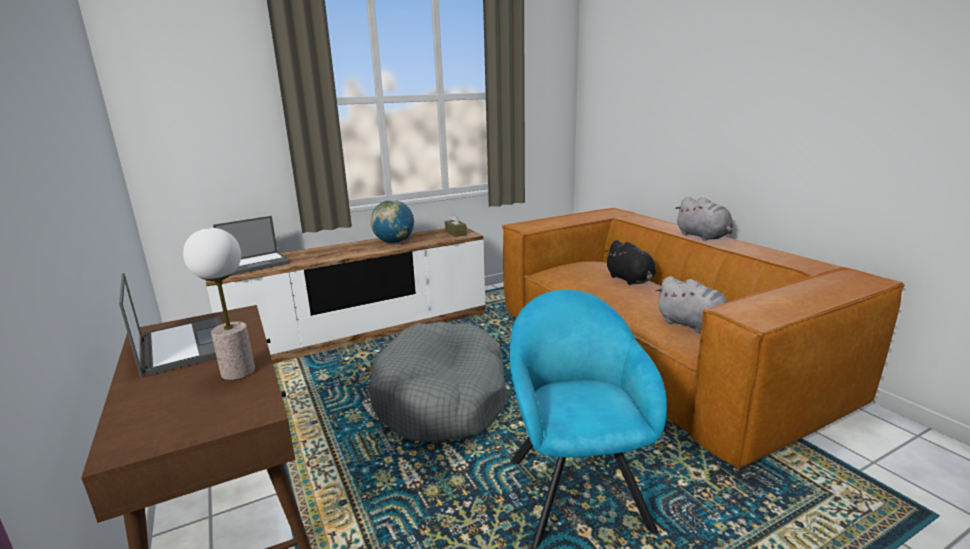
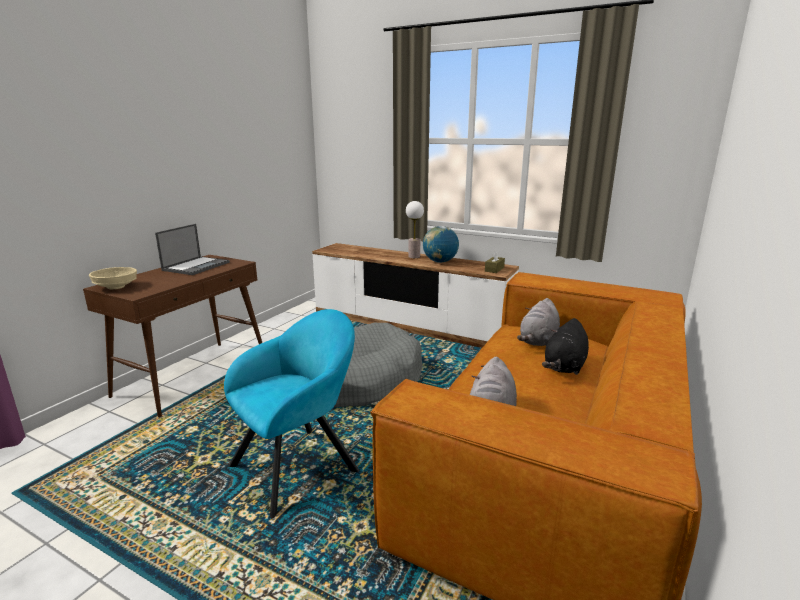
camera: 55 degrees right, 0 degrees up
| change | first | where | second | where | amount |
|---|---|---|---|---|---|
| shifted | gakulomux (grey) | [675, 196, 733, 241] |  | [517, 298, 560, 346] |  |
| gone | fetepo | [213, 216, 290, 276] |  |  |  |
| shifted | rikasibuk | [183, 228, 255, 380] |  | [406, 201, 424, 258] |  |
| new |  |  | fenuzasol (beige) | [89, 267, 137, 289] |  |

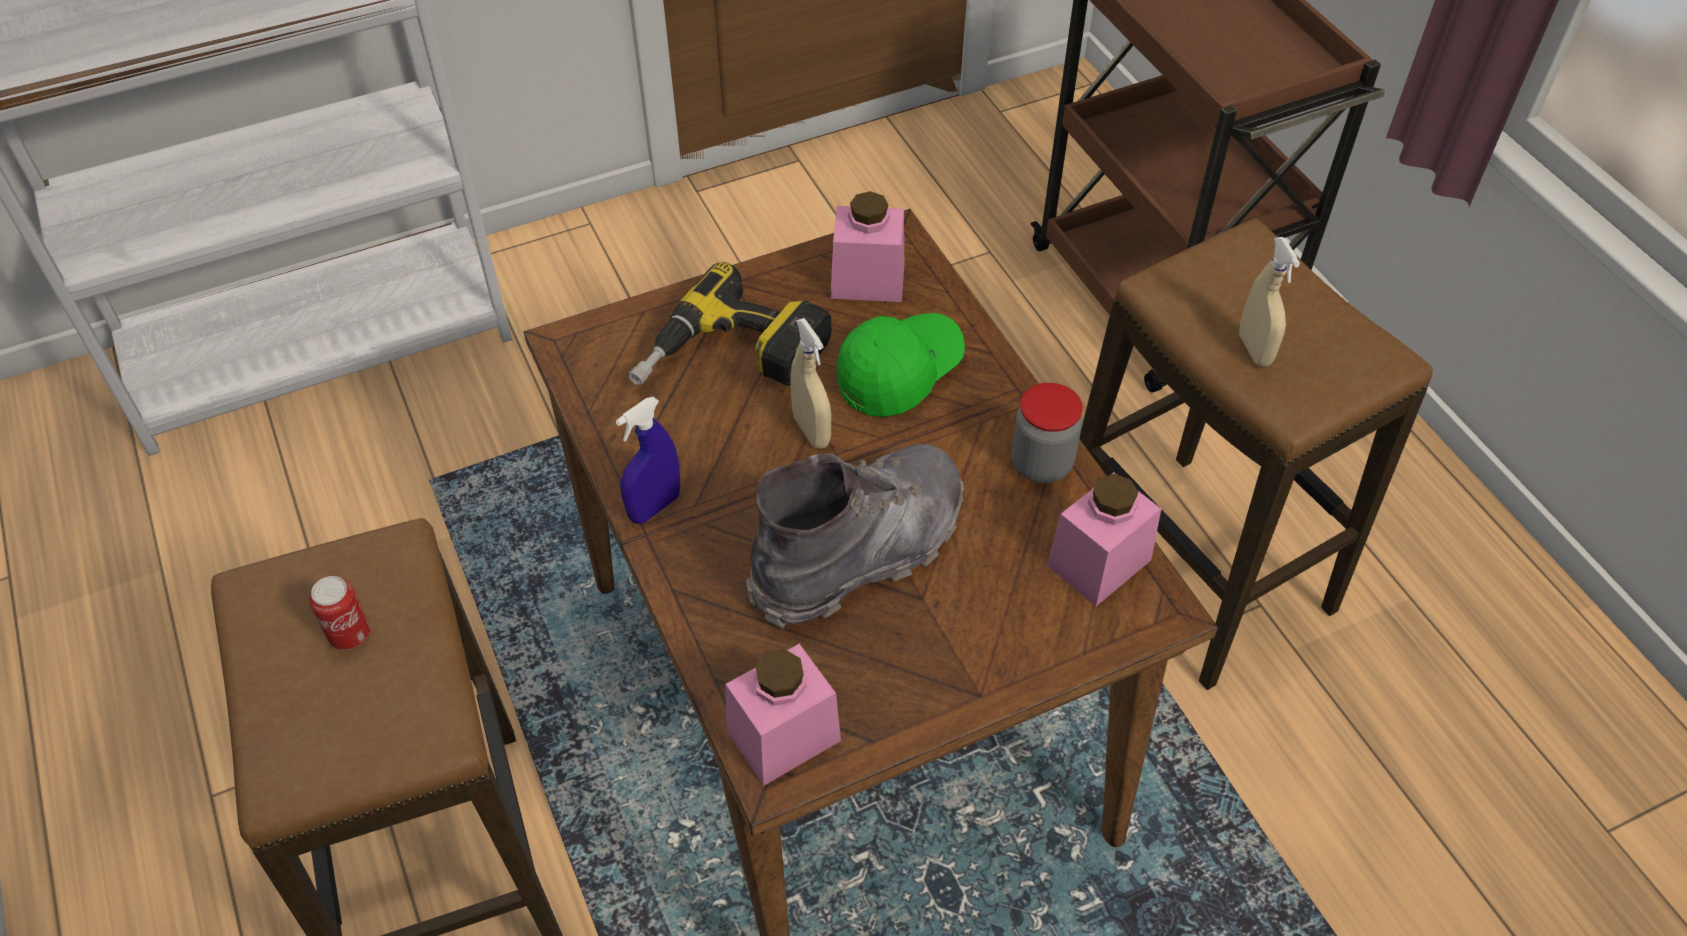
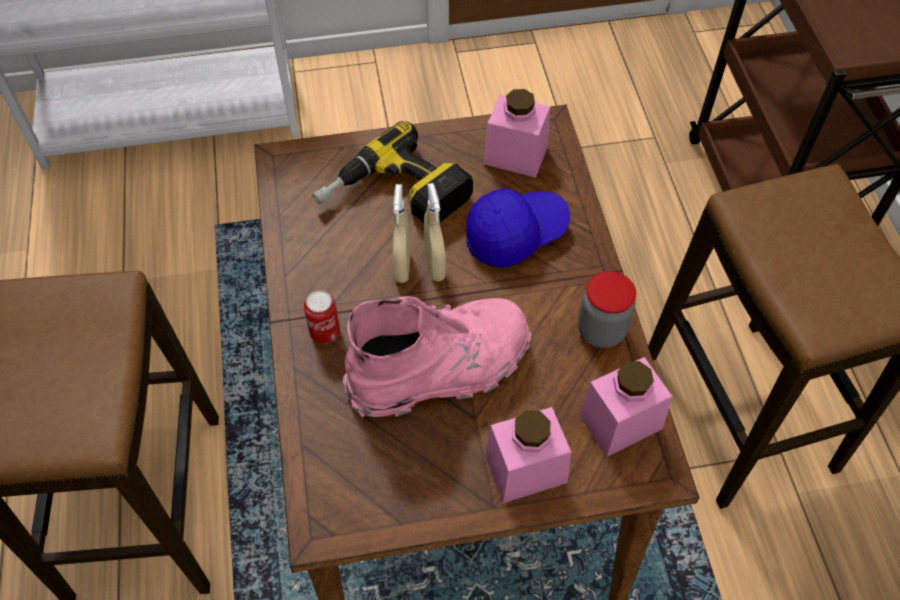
camera: 15 degrees right, 5 degrees up
| change | first | where | second | where | amount |
|---|---|---|---|---|---|
| shifted | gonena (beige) | [1239, 237, 1300, 367] |  | [393, 184, 411, 283] |  |
| repainted | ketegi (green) | [837, 313, 965, 417] | ketegi (blue) | [466, 188, 570, 267] |  |
| gone | gonena (blue) | [616, 397, 680, 524] |  |  |  |
| repainted | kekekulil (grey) | [746, 444, 964, 629] | kekekulil (pink) | [343, 296, 531, 418] |  |
| shifted | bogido | [309, 576, 370, 650] |  | [304, 291, 340, 344] |  |
| shifted | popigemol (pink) | [725, 644, 841, 786] |  | [485, 407, 571, 503] |  |

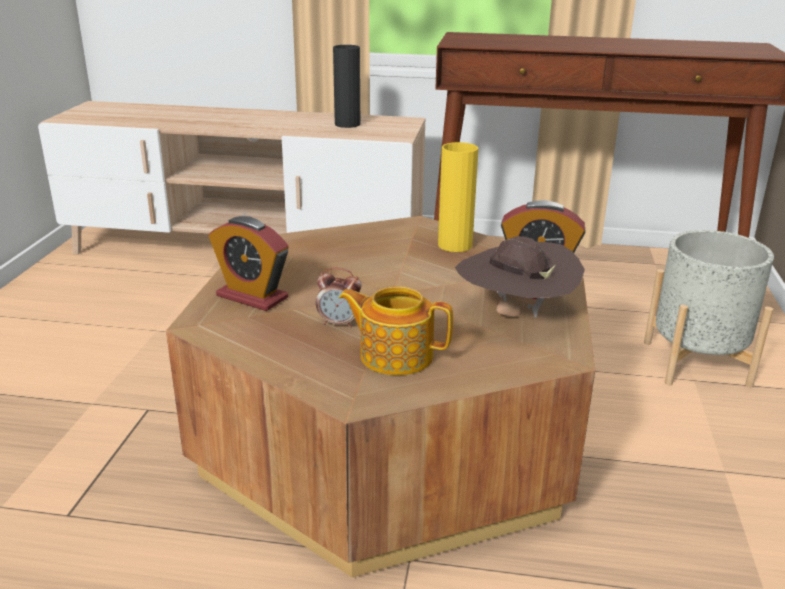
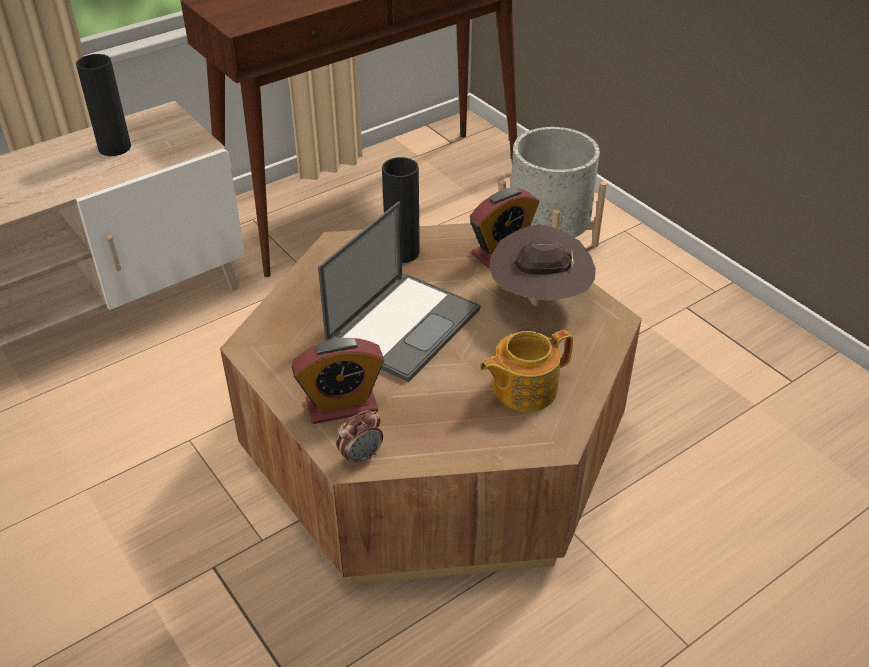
camera: 45 degrees left, 15 degrees up
| change | first | where | second | where | amount |
|---|---|---|---|---|---|
| repainted | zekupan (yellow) | [438, 142, 478, 252] | zekupan (black) | [382, 157, 420, 263] |  |
| shifted | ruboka | [316, 267, 362, 328] |  | [336, 410, 383, 467] |  |
| new |  |  | fetepo | [318, 201, 480, 382] |  |

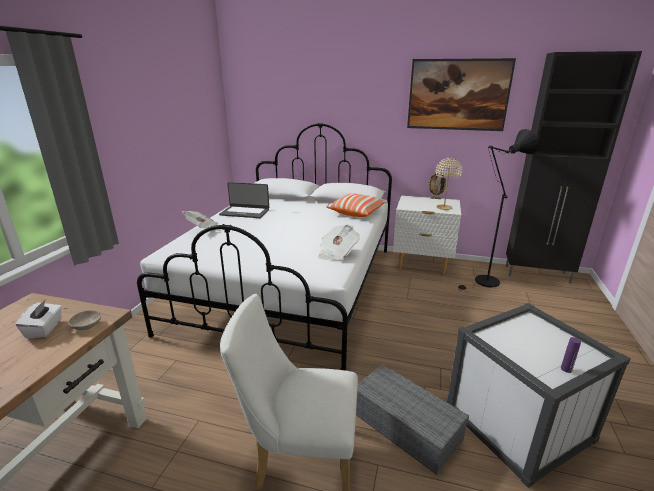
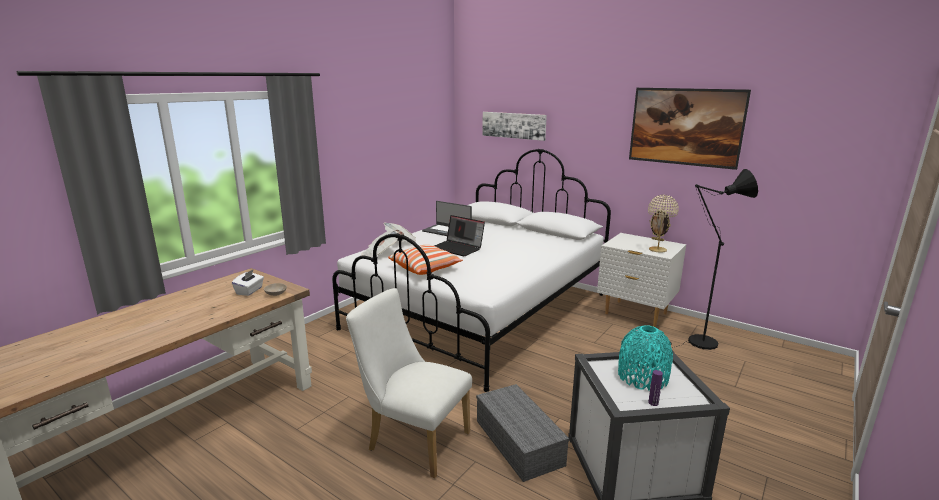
camera: 20 degrees right, 5 degrees down
| change | first | where | second | where | amount |
|---|---|---|---|---|---|
| gone | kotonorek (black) | [506, 51, 642, 284] |  |  |  |
| shifted | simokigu | [326, 193, 386, 217] |  | [388, 245, 463, 275] |  |
| shifted | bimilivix | [318, 225, 360, 260] |  | [361, 231, 398, 257] |  |
| new |  |  | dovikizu | [482, 112, 547, 141] |  |
| new |  |  | fetepo | [434, 215, 485, 256] |  |
| new |  |  | zekupan (turquoise) | [618, 325, 673, 391] |  |

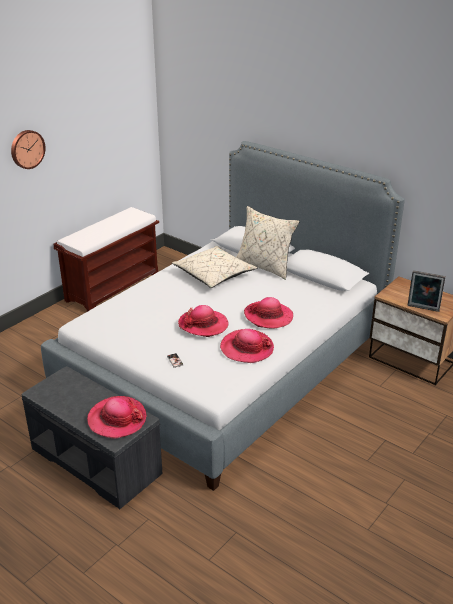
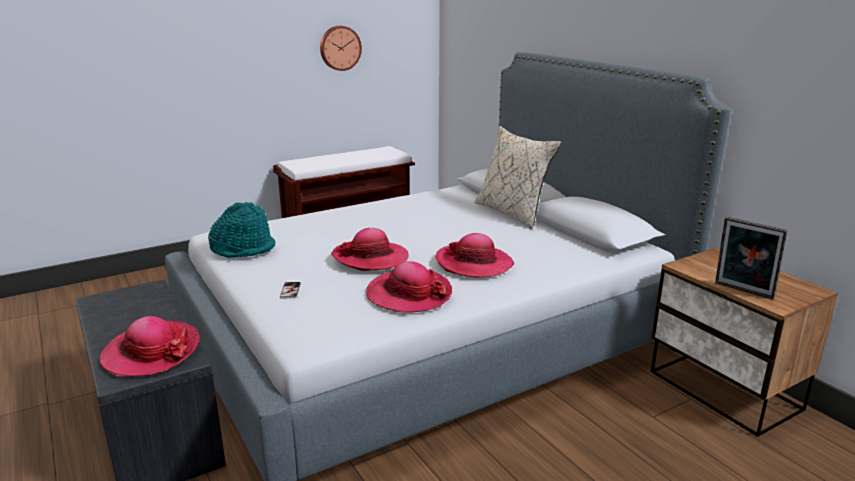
camera: 20 degrees right, 10 degrees down
| change | first | where | second | where | amount |
|---|---|---|---|---|---|
| shifted | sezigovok | [11, 130, 46, 169] |  | [320, 26, 362, 71] |  |
| gone | simokigu (beige) | [172, 246, 257, 288] |  |  |  |
| new |  |  | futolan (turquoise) | [208, 202, 275, 258] |  |

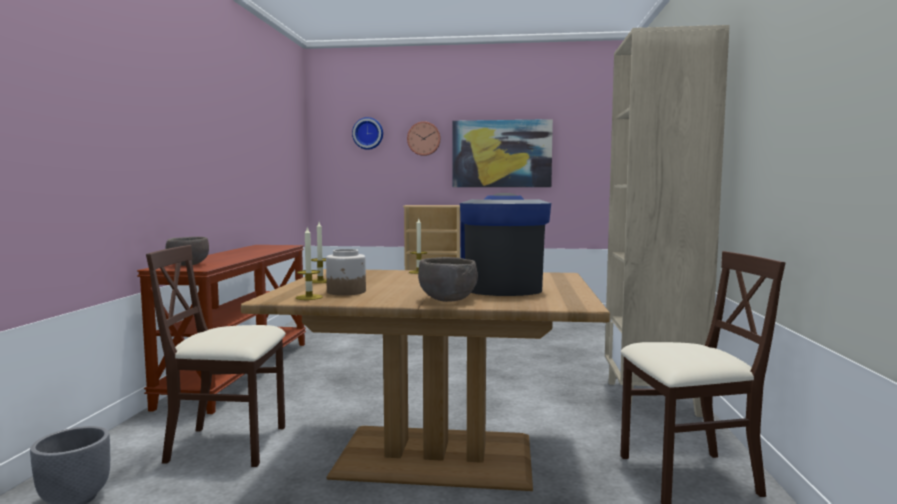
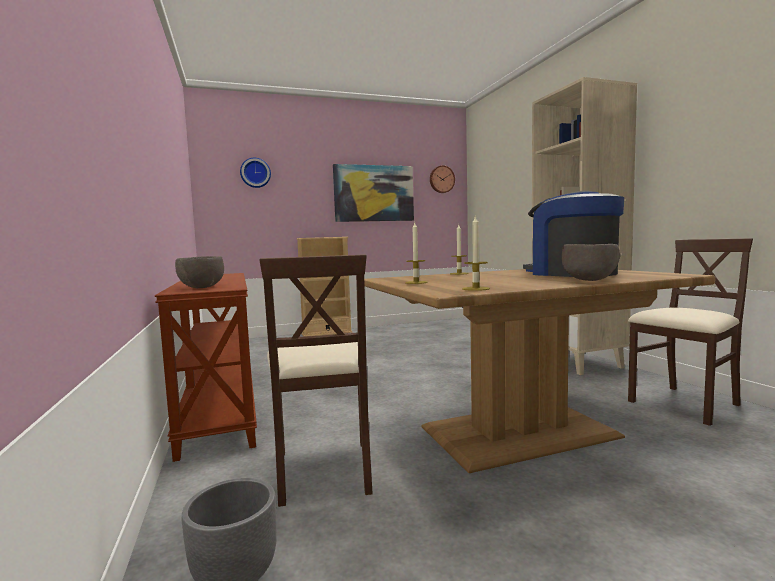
camera: 25 degrees left, 0 degrees up
| change | first | where | second | where | amount |
|---|---|---|---|---|---|
| shifted | sezigovok | [407, 121, 441, 156] |  | [430, 165, 455, 193] |  |
| rotated | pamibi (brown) | [146, 245, 286, 467] |  | [259, 254, 373, 507] | 75 degrees counterclockwise |
| gone | popigemol | [326, 249, 366, 296] |  |  |  |

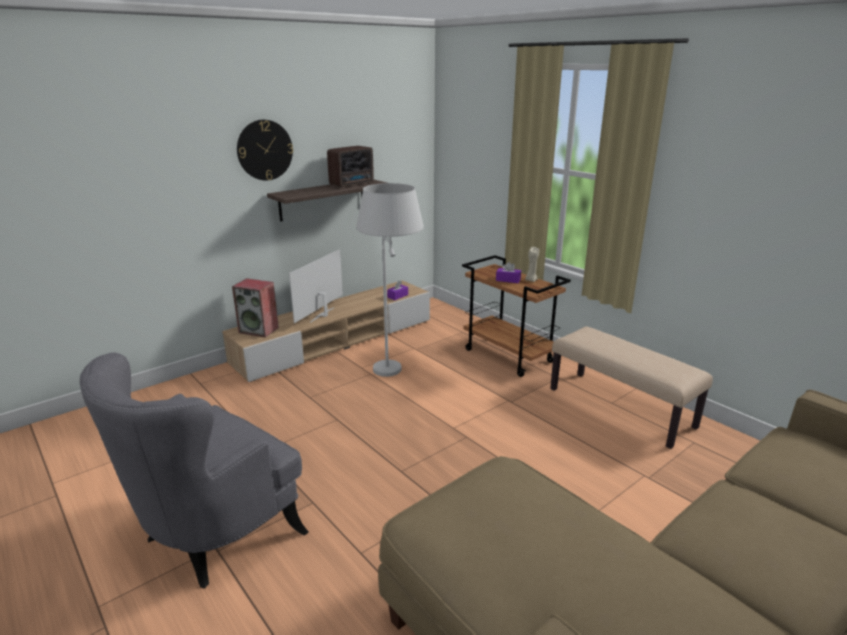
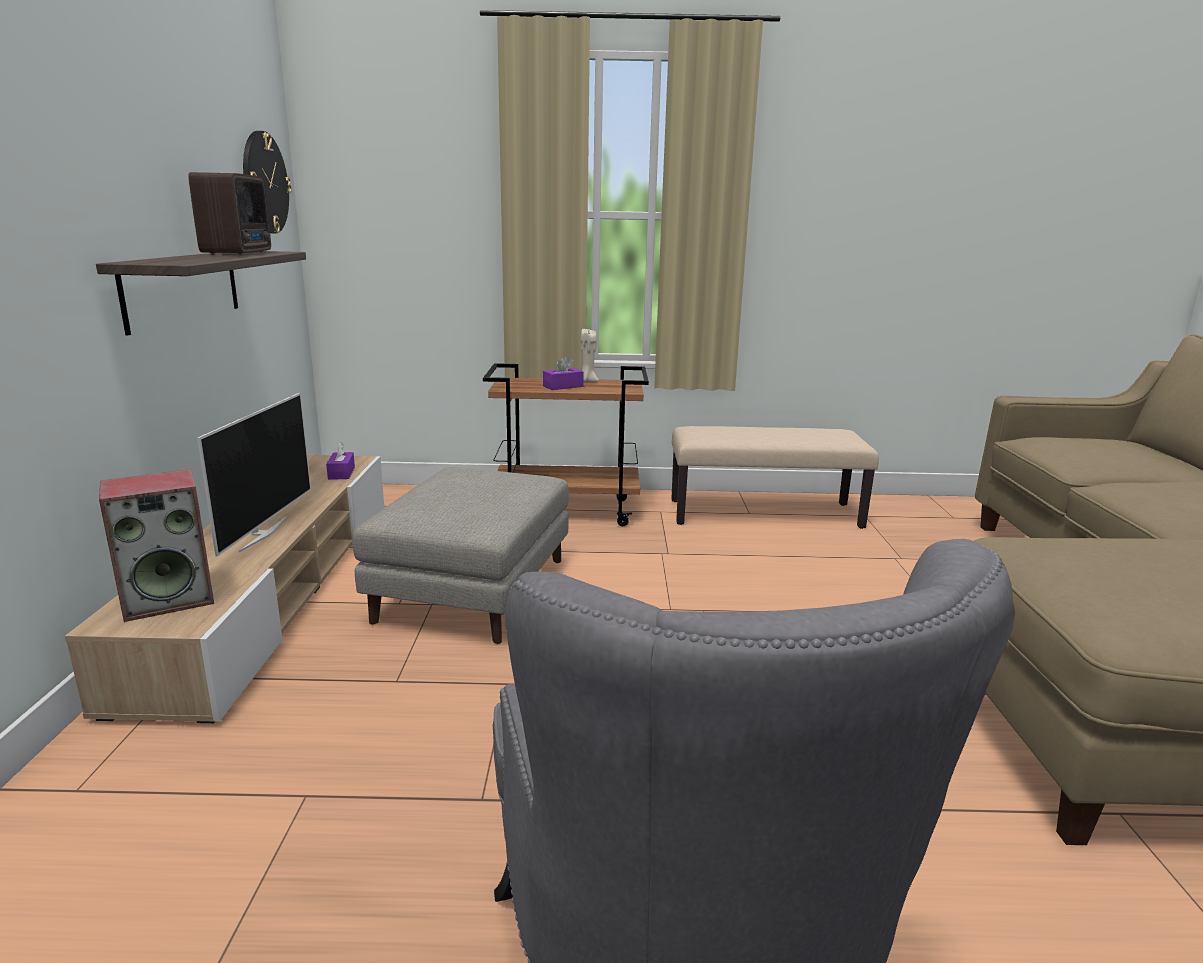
camera: 50 degrees left, 5 degrees down
| change | first | where | second | where | amount |
|---|---|---|---|---|---|
| shifted | sezigovok | [237, 120, 293, 180] |  | [243, 131, 292, 234] |  |
| swapped | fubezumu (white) | [356, 183, 424, 377] | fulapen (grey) | [352, 467, 569, 644] |  |
| rotated | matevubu | [289, 249, 343, 323] |  | [197, 393, 311, 556] | 150 degrees counterclockwise |

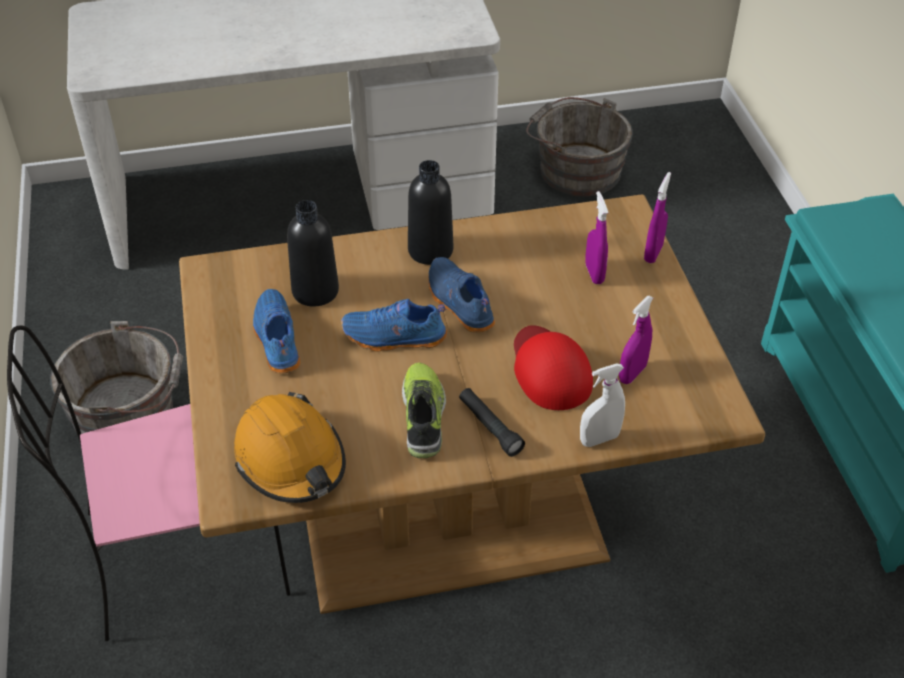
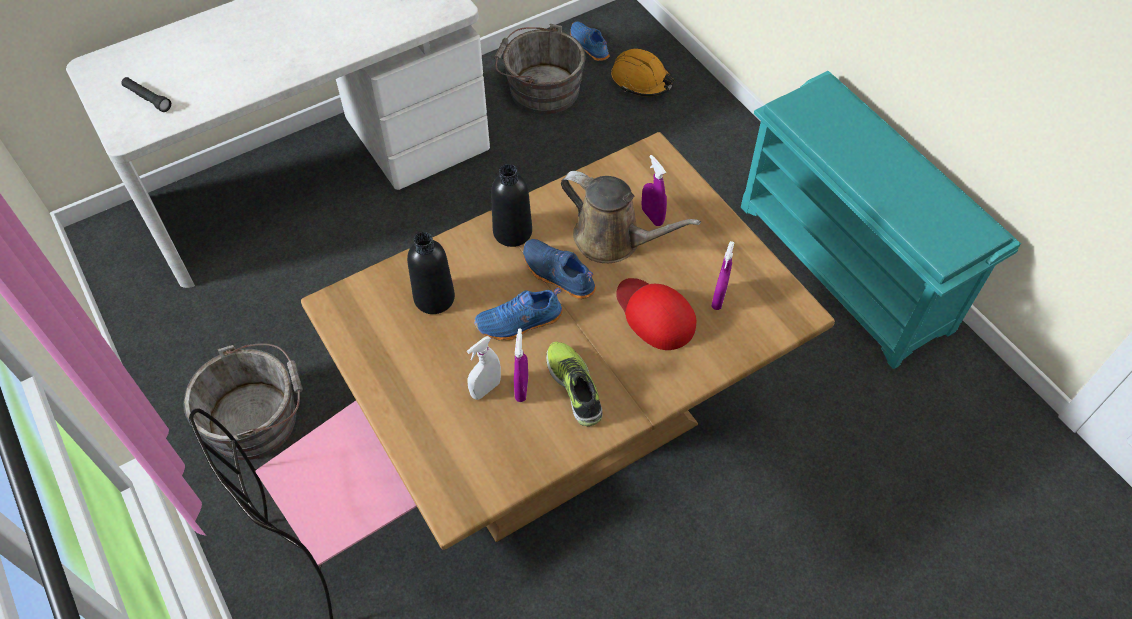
camera: 20 degrees left, 10 degrees up
| change | first | where | second | where | amount |
|---|---|---|---|---|---|
| shifted | gonena (purple) | [644, 172, 671, 263] |  | [514, 329, 528, 402] |  |
| shifted | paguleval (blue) | [253, 289, 300, 374] |  | [570, 22, 609, 61] |  |
| shifted | gonena (white) | [580, 364, 625, 447] |  | [467, 336, 501, 400] |  |
| shifted | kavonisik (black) | [459, 388, 525, 457] |  | [121, 77, 171, 112] |  |
| shifted | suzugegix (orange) | [234, 392, 346, 503] |  | [611, 48, 674, 96] |  |
| new |  |  | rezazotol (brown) | [561, 171, 701, 263] |  |

